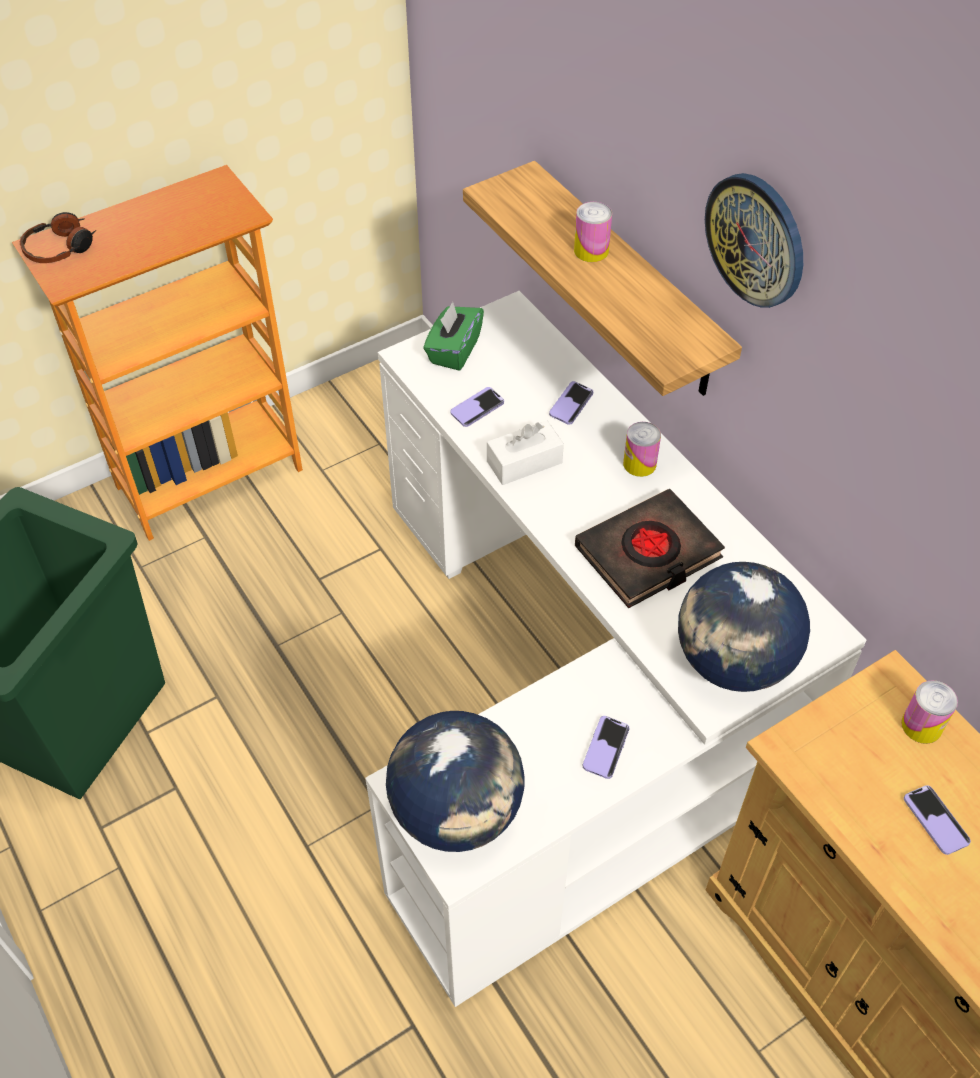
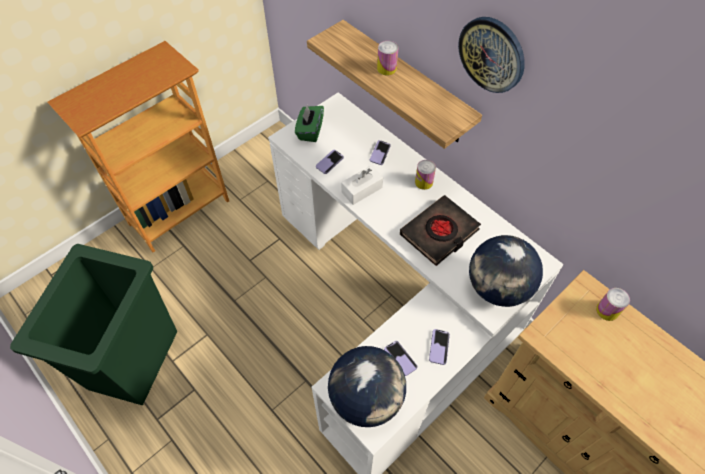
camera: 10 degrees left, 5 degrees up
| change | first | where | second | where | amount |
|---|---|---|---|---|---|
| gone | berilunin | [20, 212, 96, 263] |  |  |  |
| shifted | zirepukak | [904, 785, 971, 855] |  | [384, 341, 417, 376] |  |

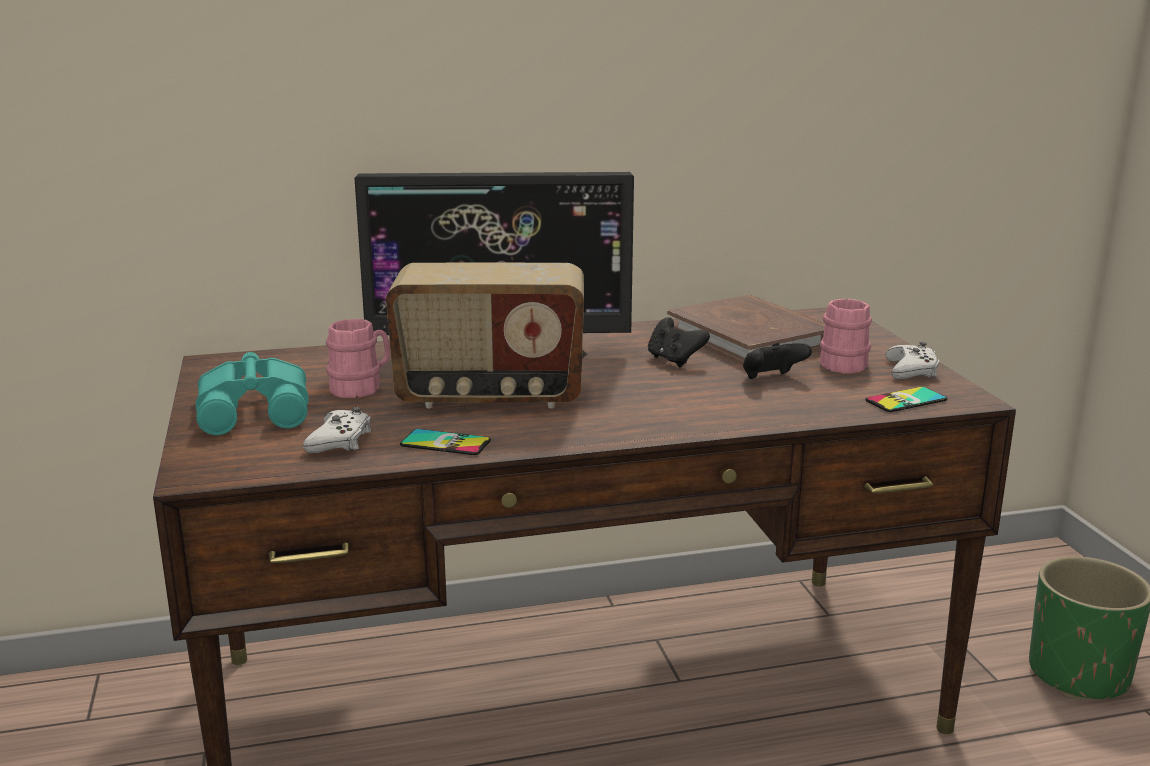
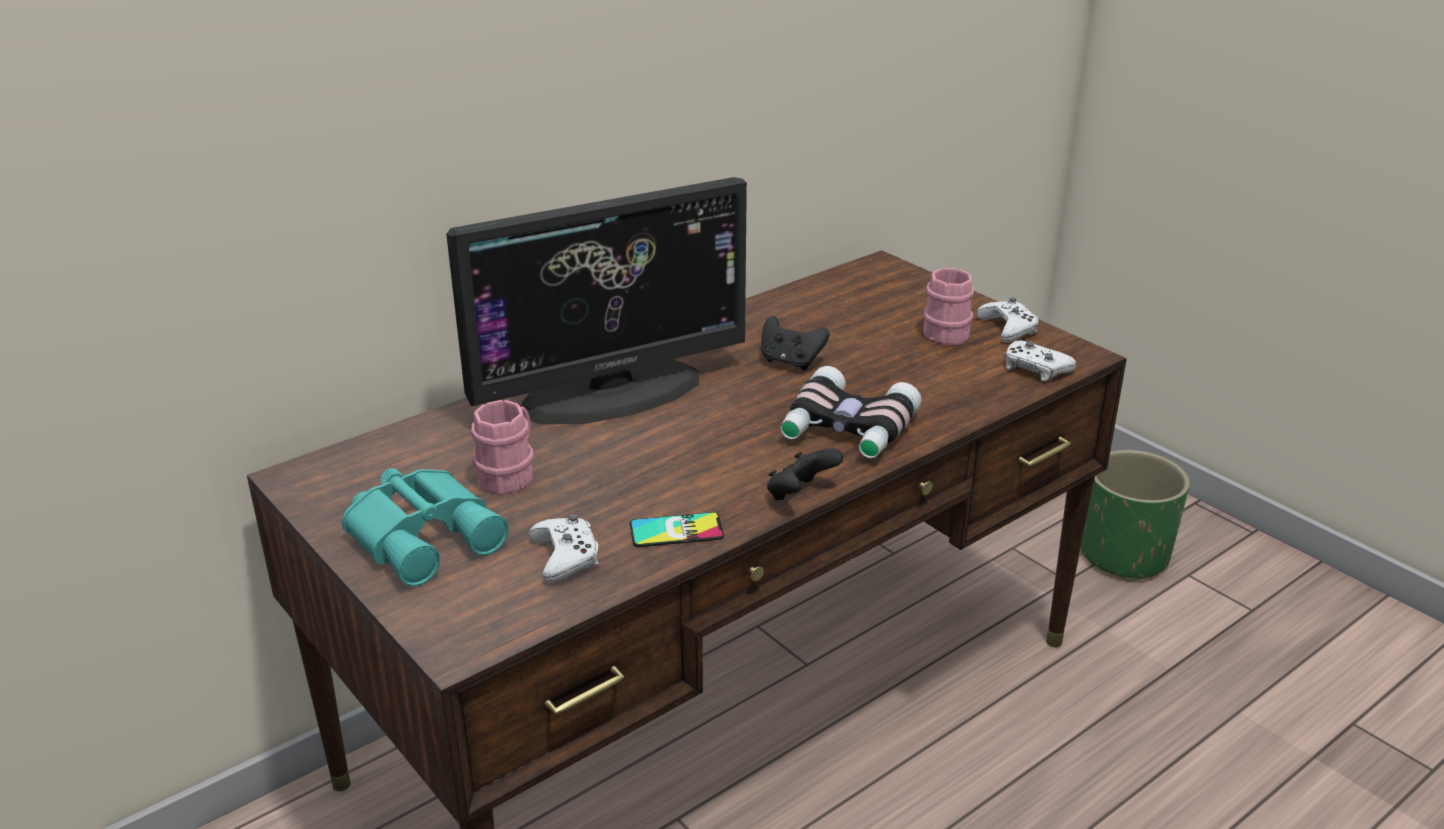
camera: 25 degrees left, 10 degrees up
| change | first | where | second | where | amount |
|---|---|---|---|---|---|
| gone | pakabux | [386, 262, 584, 409] |  |  |  |
| gone | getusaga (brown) | [667, 295, 825, 365] |  |  |  |
| shifted | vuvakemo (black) | [743, 343, 812, 379] |  | [767, 448, 843, 500] |  |
| swapped | zirepukak | [866, 387, 947, 412] | vuvakemo (white) | [1005, 340, 1076, 381] |  |
| new |  |  | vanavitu | [780, 366, 922, 458] |  |

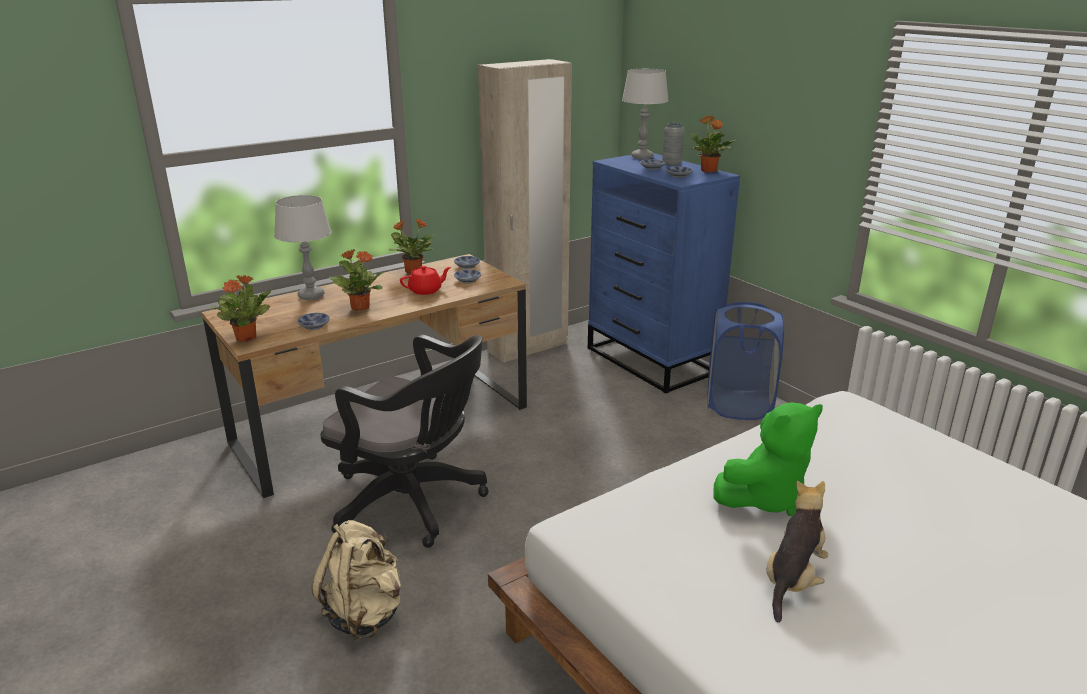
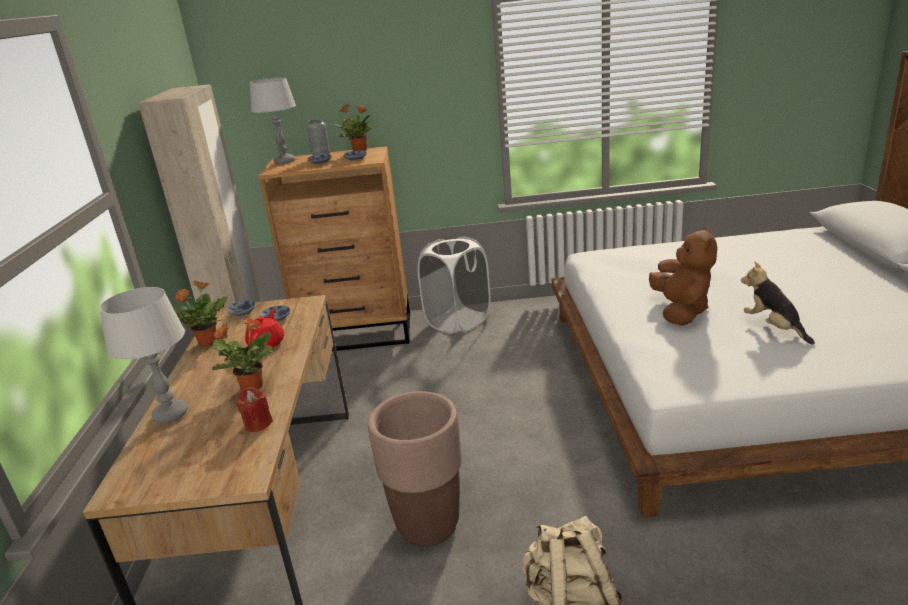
camera: 55 degrees left, 0 degrees up
| change | first | where | second | where | amount |
|---|---|---|---|---|---|
| repainted | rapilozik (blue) | [588, 153, 740, 393] | rapilozik (brown) | [258, 146, 410, 351] |  |
| gone | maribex | [210, 275, 271, 342] |  |  |  |
| repainted | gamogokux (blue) | [708, 302, 784, 420] | gamogokux (white) | [417, 237, 490, 334] |  |
| swapped | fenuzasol | [298, 313, 330, 330] | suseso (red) | [236, 387, 273, 432] |  |
| swapped | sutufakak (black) | [321, 335, 489, 548] | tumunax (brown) | [368, 391, 462, 547] |  |
| repainted | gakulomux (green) | [713, 402, 823, 516] | gakulomux (brown) | [649, 226, 717, 326] |  |

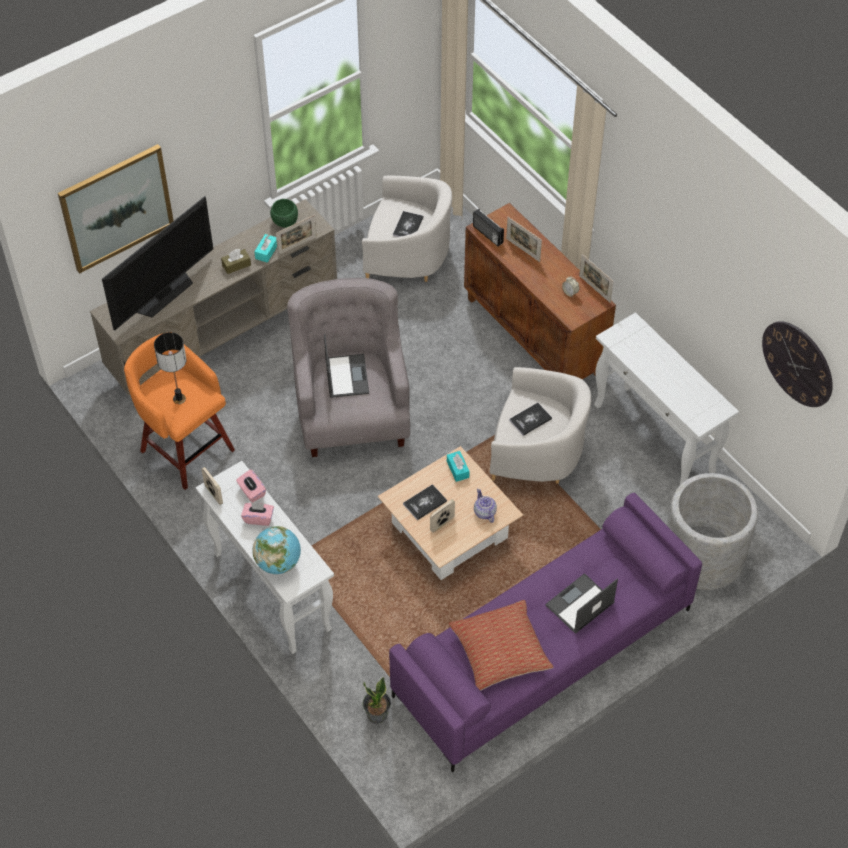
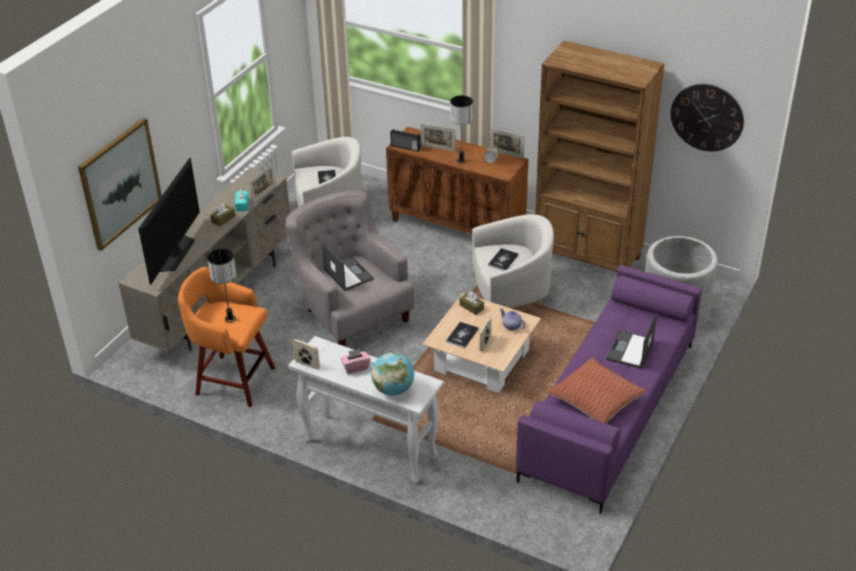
camera: 25 degrees left, 15 degrees down
| change | first | where | second | where | amount |
|---|---|---|---|---|---|
| gone | fenuzasol (green) | [270, 199, 298, 228] |  |  |  |
| swapped | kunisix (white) | [594, 312, 739, 486] | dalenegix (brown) | [535, 40, 665, 274] |  |
| repainted | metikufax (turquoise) | [447, 451, 470, 482] | metikufax (brown) | [459, 292, 484, 315] |  |
| gone | metikufax (pink) | [236, 469, 266, 502] |  |  |  |
| gone | maribex | [363, 677, 391, 724] |  |  |  |
| new |  |  | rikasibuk | [450, 95, 473, 164] |  |

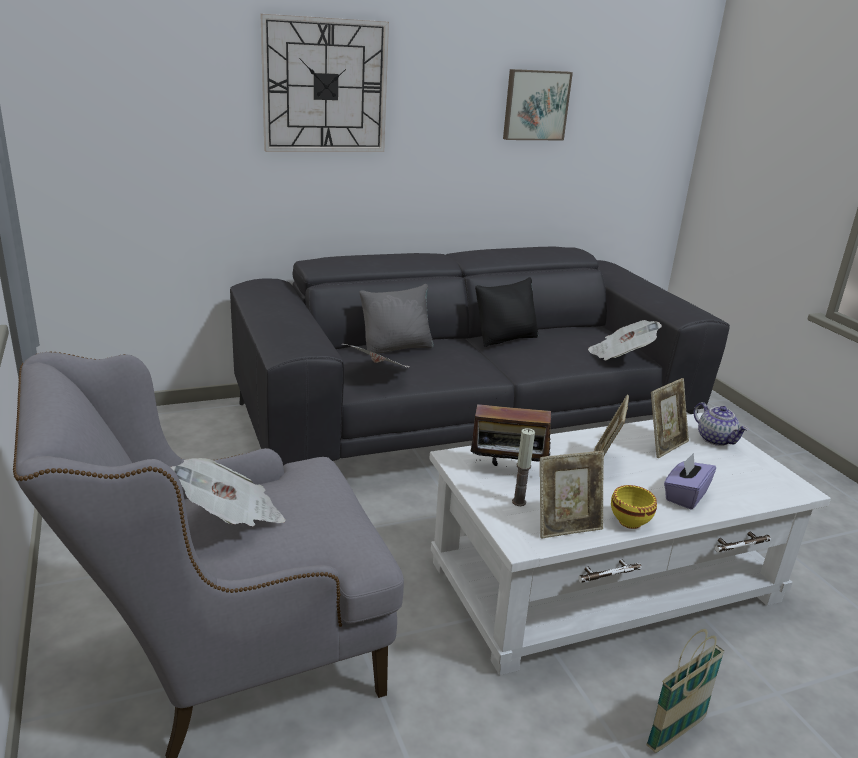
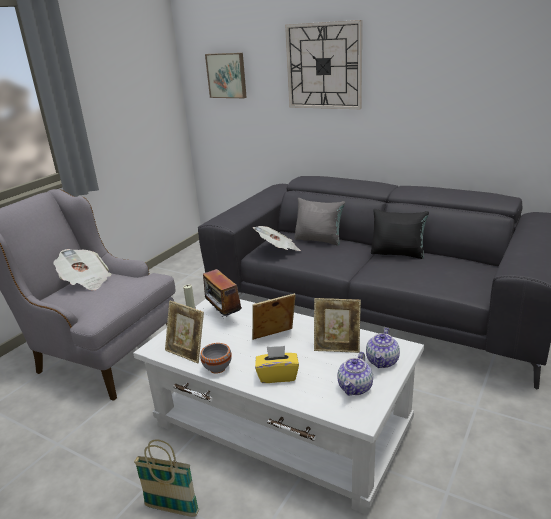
camera: 55 degrees right, 0 degrees up
| change | first | where | second | where | amount |
|---|---|---|---|---|---|
| shifted | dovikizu | [503, 69, 573, 140] |  | [205, 53, 247, 98] |  |
| gone | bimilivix | [588, 320, 662, 360] |  |  |  |
| repainted | metikufax (purple) | [664, 453, 716, 510] | metikufax (yellow) | [255, 346, 299, 383] |  |
| repainted | fenuzasol (yellow) | [611, 485, 657, 529] | fenuzasol (grey) | [200, 343, 232, 374] |  |
| new |  |  | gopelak | [337, 352, 373, 396] |  |

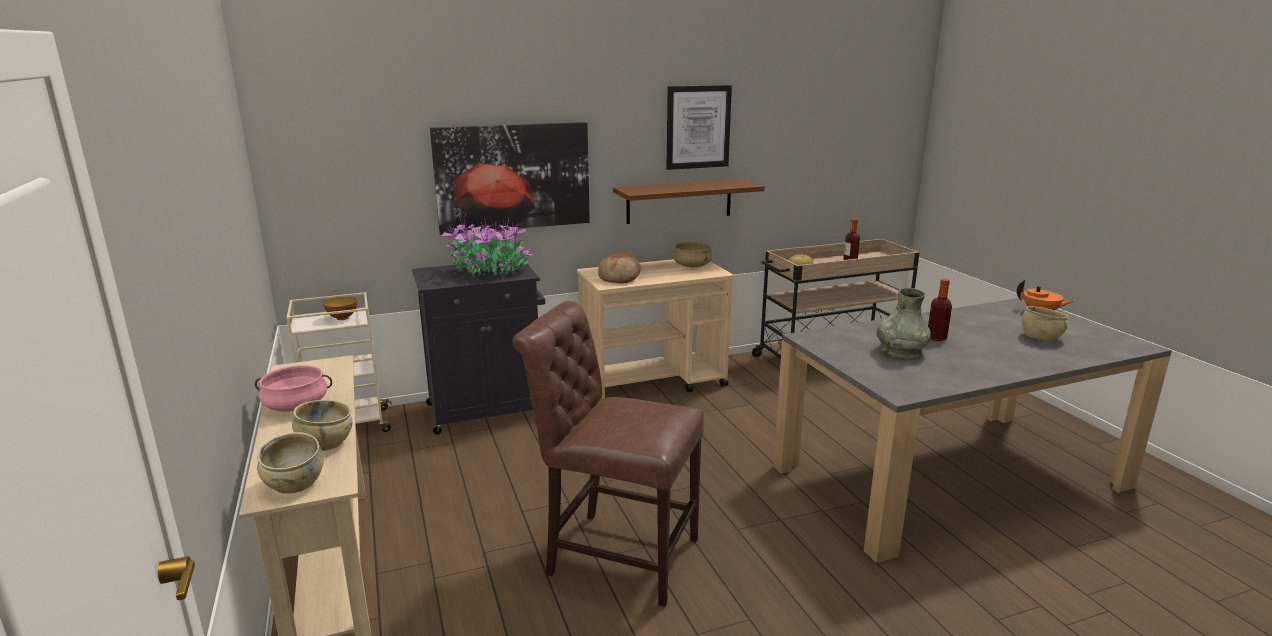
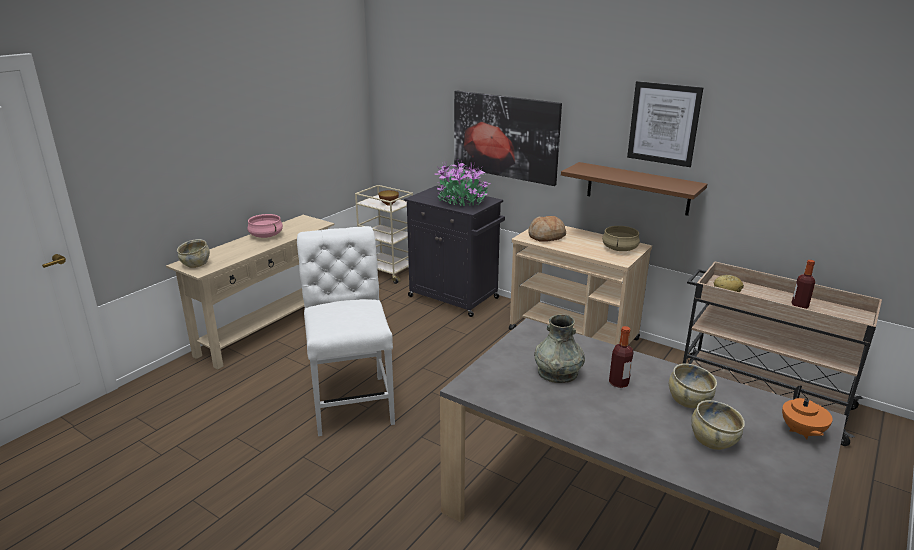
camera: 55 degrees right, 5 degrees up
| change | first | where | second | where | amount |
|---|---|---|---|---|---|
| repainted | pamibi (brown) | [513, 301, 704, 607] | pamibi (white) | [297, 226, 395, 436] |  |
| shifted | fenuzasol (beige) | [292, 400, 352, 451] |  | [669, 363, 717, 408] |  |

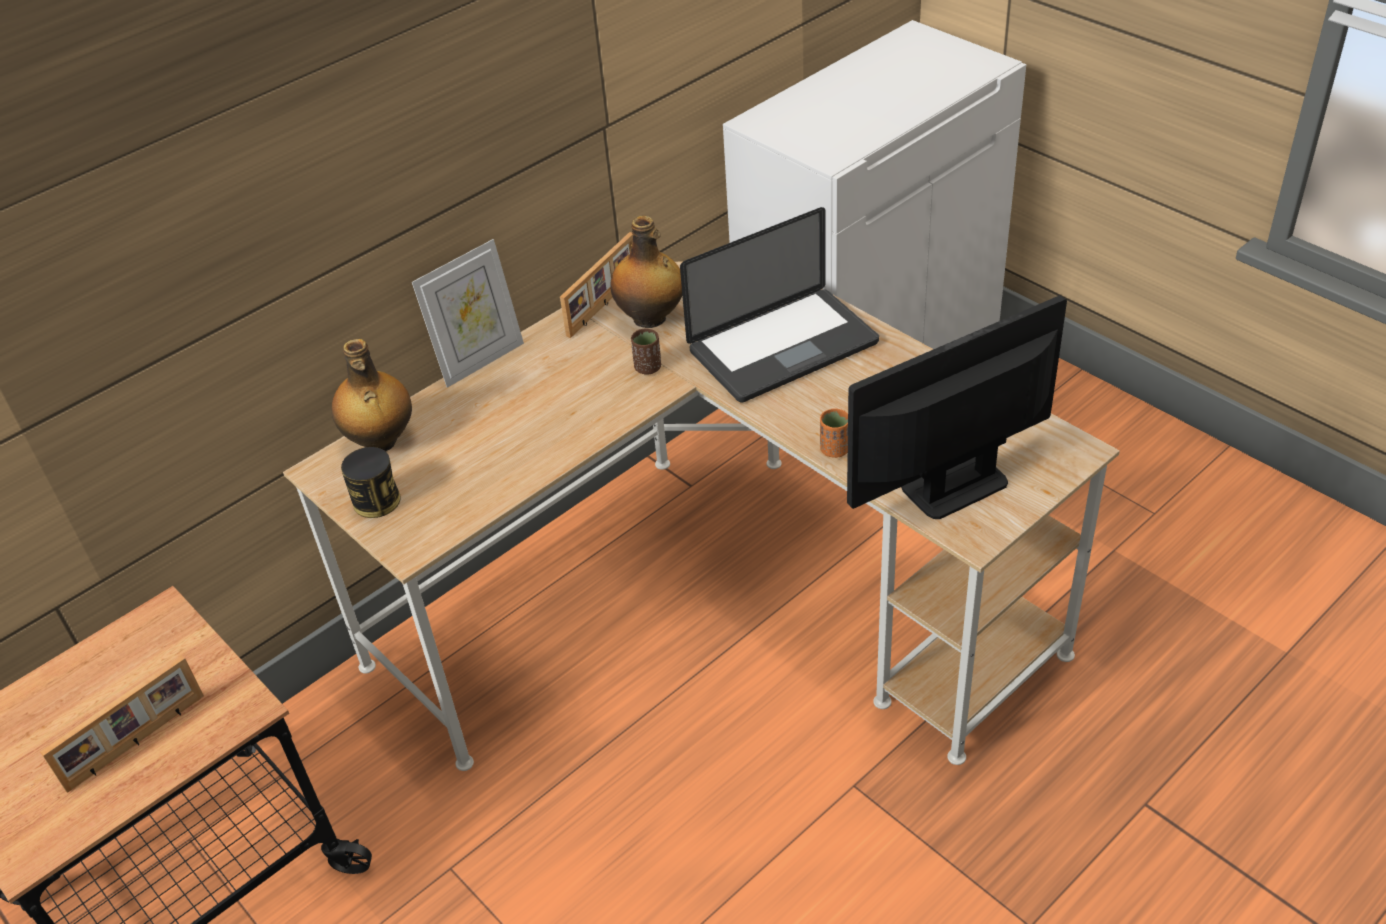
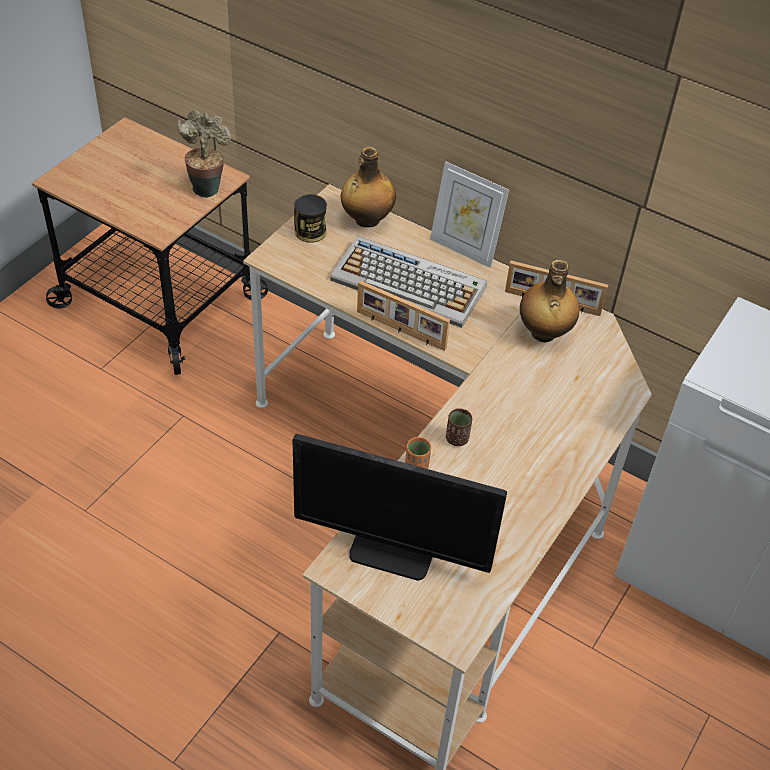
camera: 70 degrees right, 5 degrees up
| change | first | where | second | where | amount |
|---|---|---|---|---|---|
| gone | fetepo | [680, 207, 879, 402] |  |  |  |
| rotated | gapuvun | [847, 295, 1067, 519] |  | [293, 434, 507, 581] | 150 degrees clockwise |
| shifted | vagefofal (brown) | [631, 329, 661, 375] |  | [446, 408, 472, 446] |  |
| shifted | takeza | [40, 655, 204, 793] |  | [357, 280, 450, 351] |  |
| new |  |  | maribex | [177, 110, 231, 198] |  |
| new |  |  | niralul | [330, 236, 487, 328] |  |

